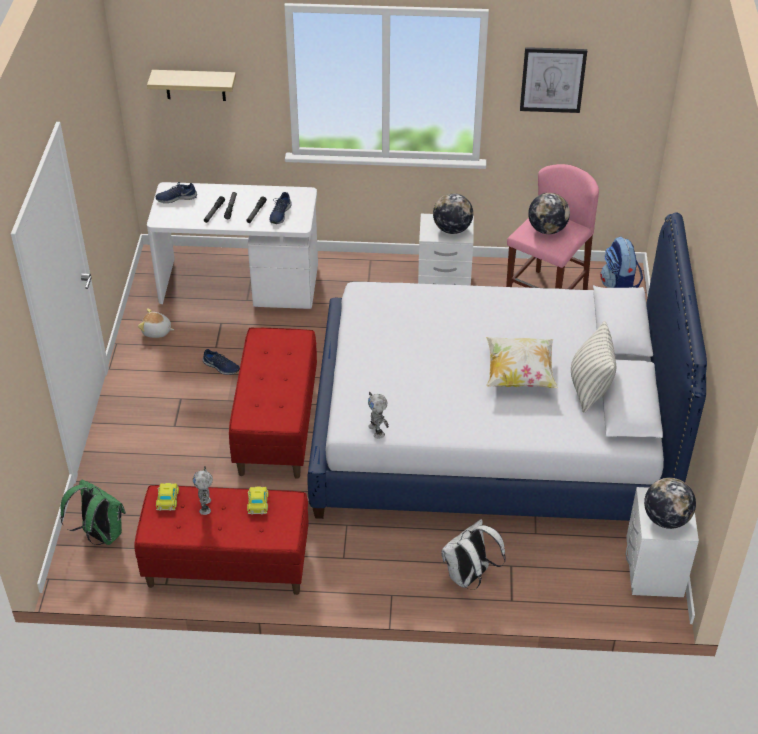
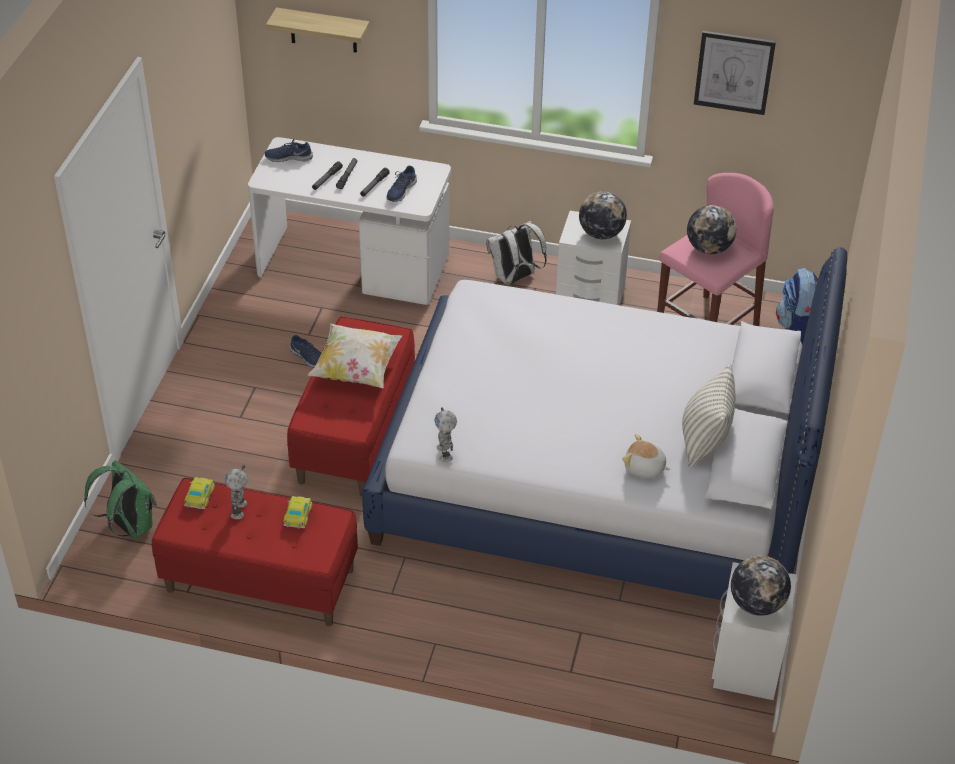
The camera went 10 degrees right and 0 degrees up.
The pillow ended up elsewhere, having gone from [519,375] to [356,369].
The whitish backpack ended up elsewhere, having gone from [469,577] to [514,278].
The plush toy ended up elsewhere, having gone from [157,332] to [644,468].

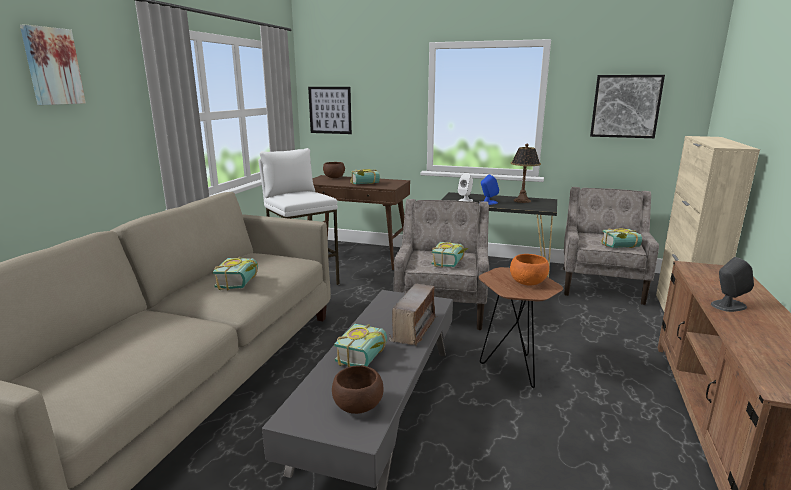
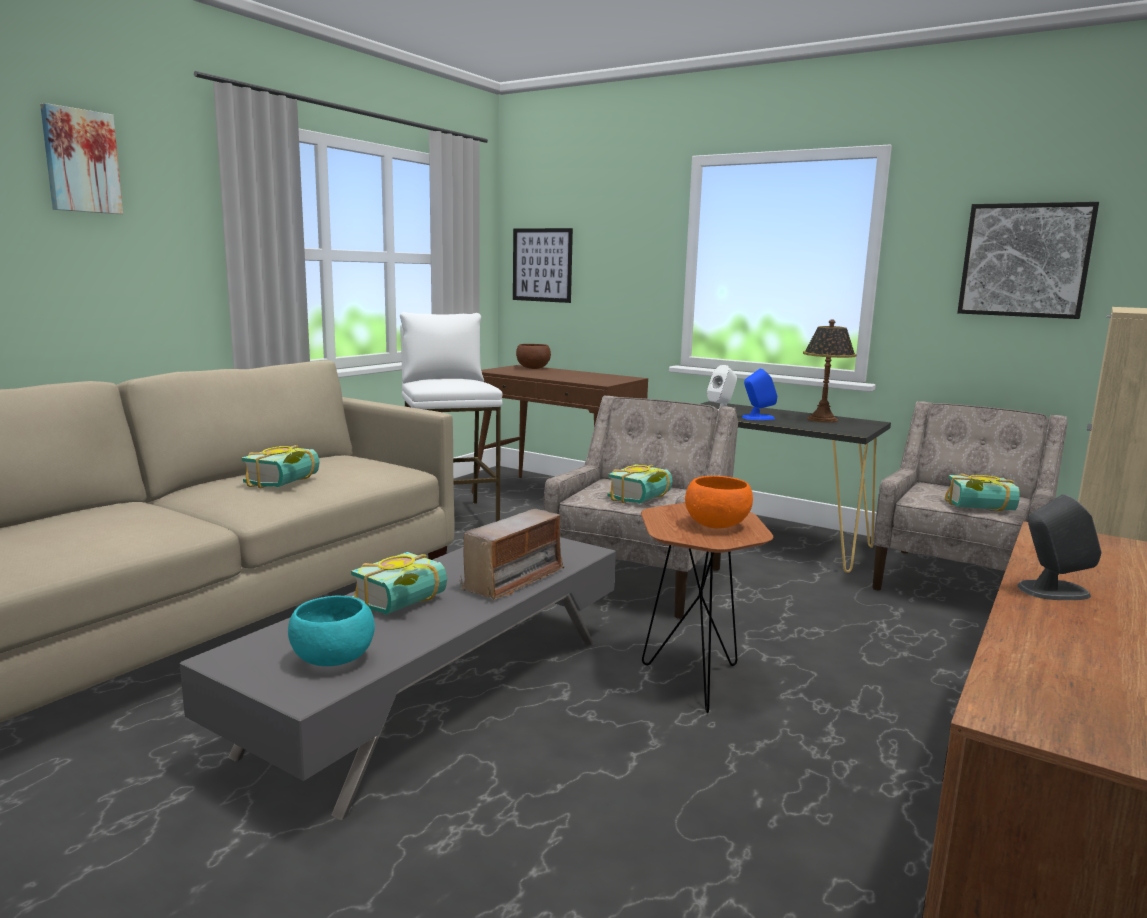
The camera went 15 degrees right and 5 degrees down.
What was the brown deep dish at [358,406] turned into the turquoise deep dish at [333,660].
The second view lost the volume at [365,184].

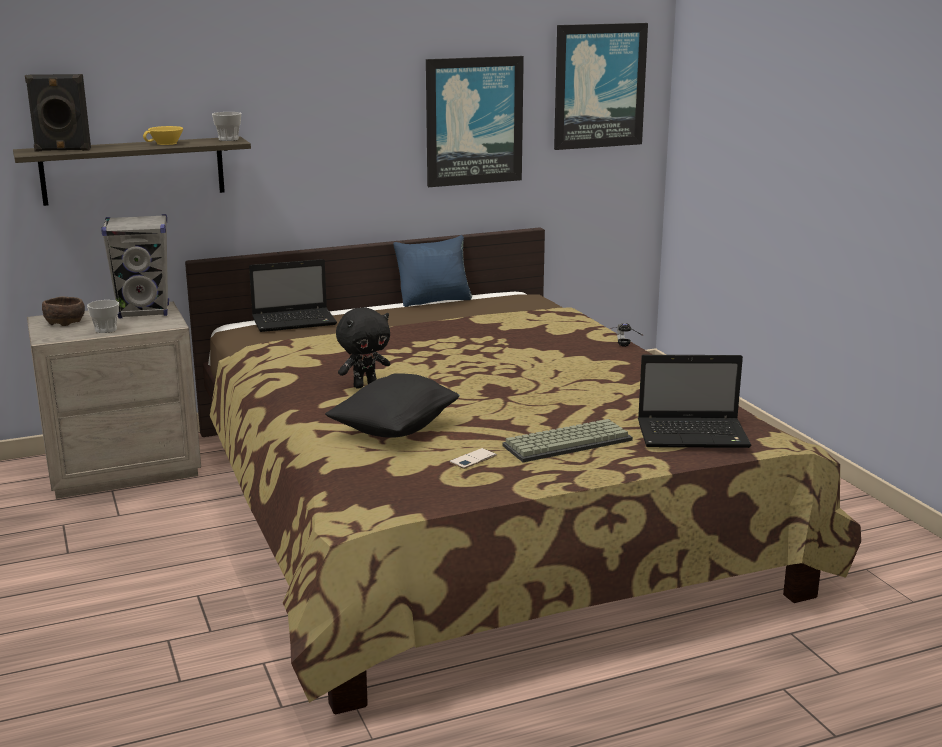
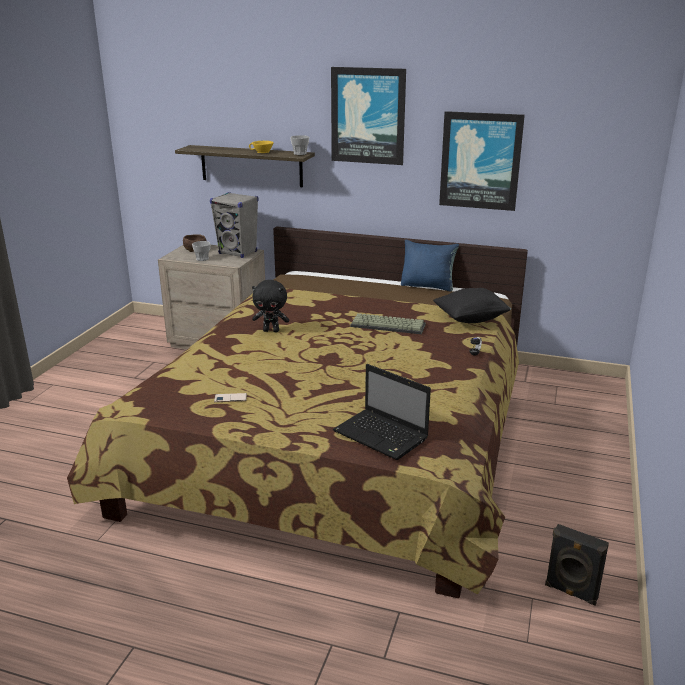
The camera went 40 degrees right and 5 degrees up.
The wall art ended up elsewhere, having gone from [599,86] to [368,116].
The PC keyboard ended up elsewhere, having gone from [567,442] to [389,325].
The black-coloured pillow ended up elsewhere, having gone from [395,430] to [471,319].
The black-coloured speaker ended up elsewhere, having gone from [62,150] to [570,592].
The second view lost the laptop at [296,321].

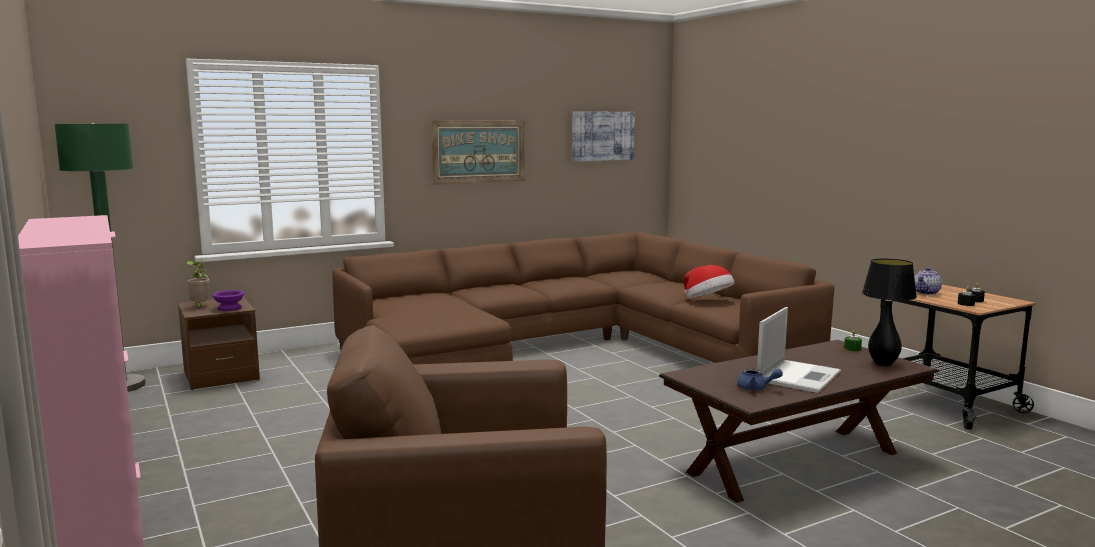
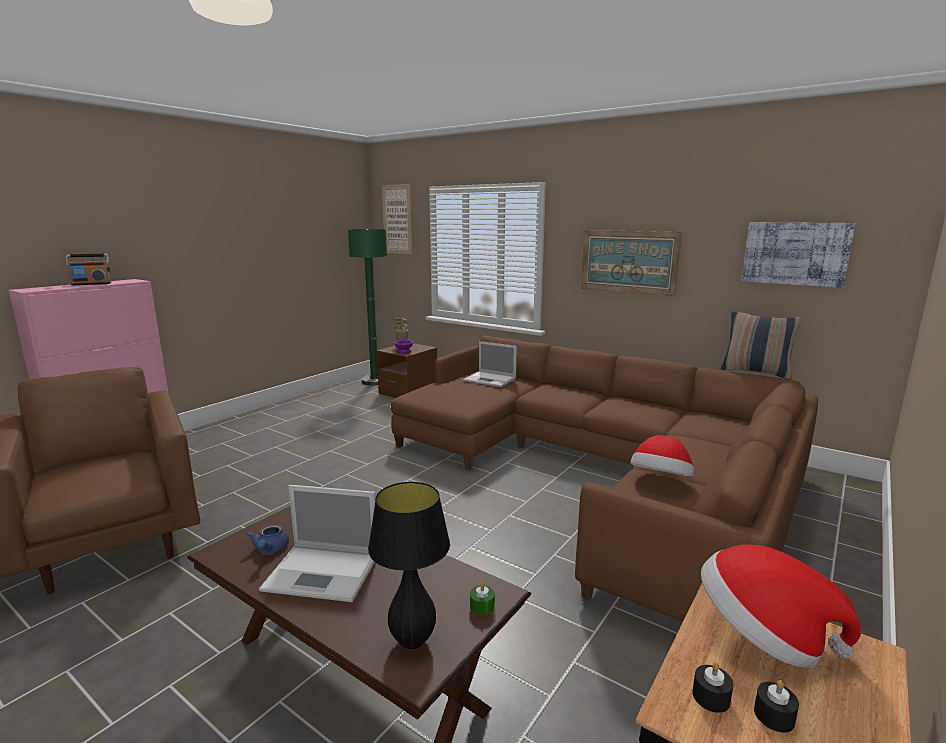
The camera went 65 degrees right and 5 degrees up.
The second view gained the radio at [91,284].
The second view gained the wall art at [397,219].
The second view gained the laptop at [490,379].
Where the teapot stood at [926,293], the clothing hat came to stand at [763,637].
The second view gained the pillow at [756,372].

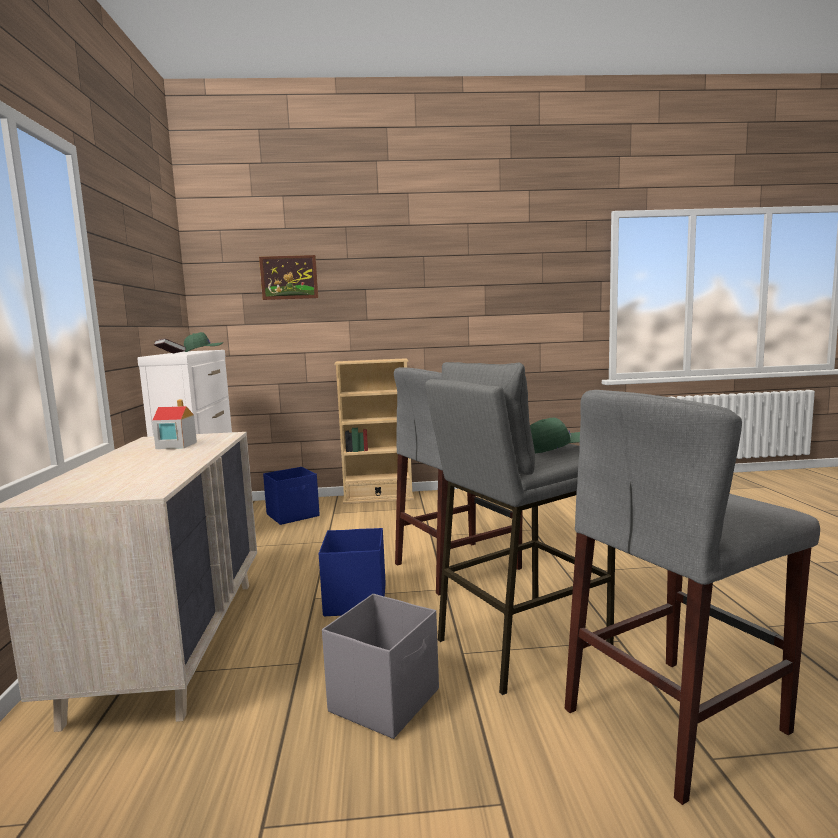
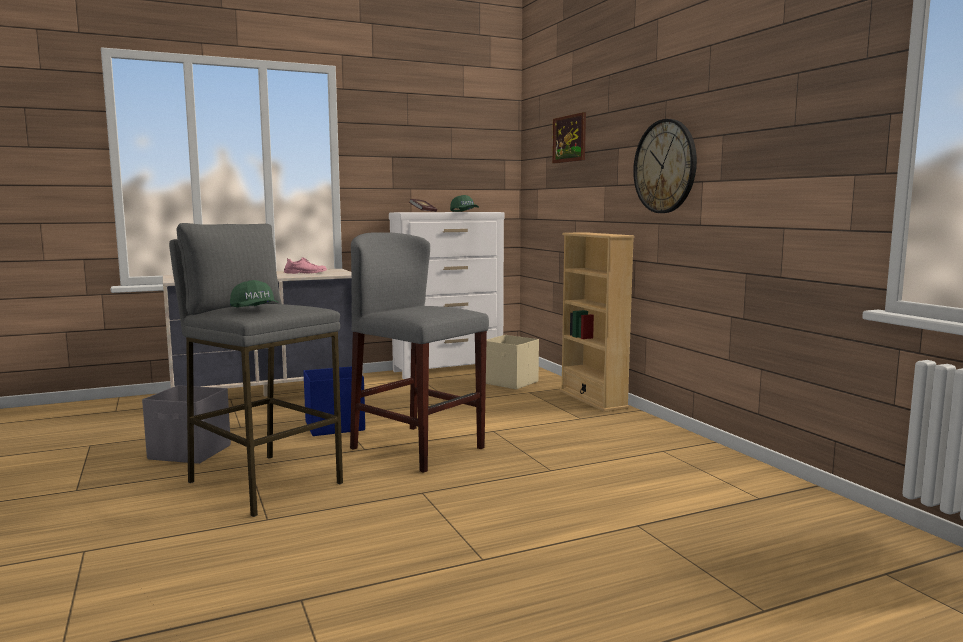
The camera went 70 degrees right and 0 degrees up.
Where the miniature house stood at [176,445], the pink shoe came to stand at [305,273].
What was the blue storage bin at [293,515] turned into the beige storage bin at [511,382].
The second view gained the hanging clock at [665,166].
The second view lost the grey stool seat at [676,720].

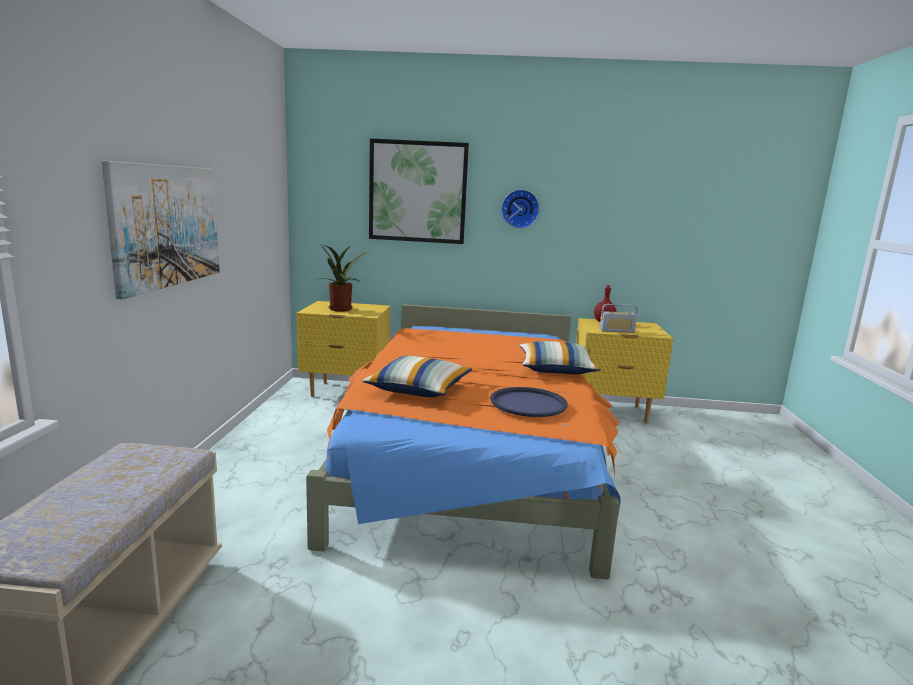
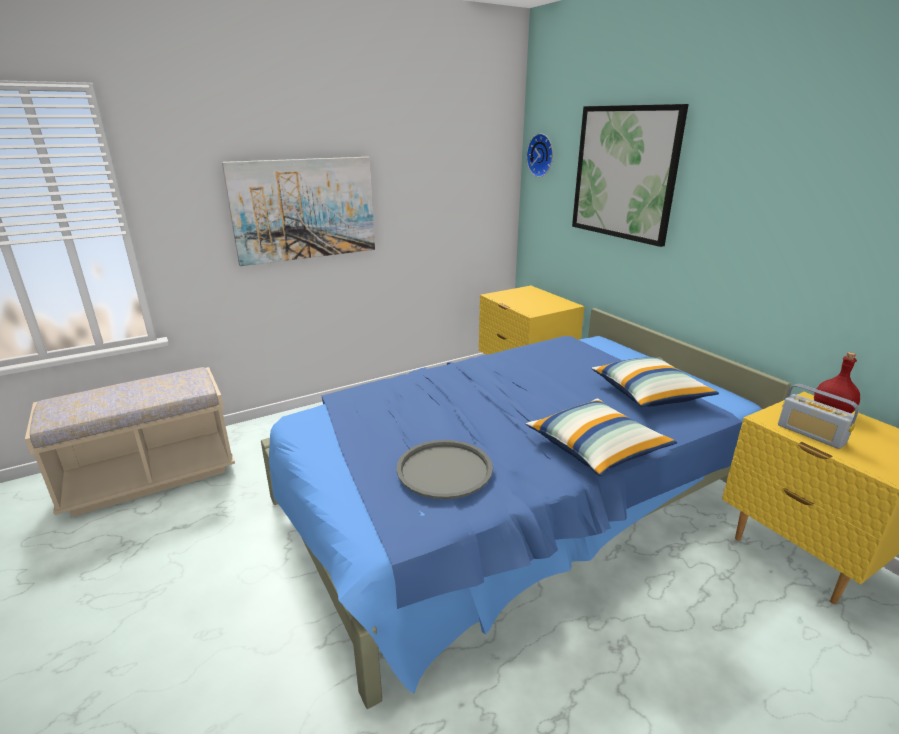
The camera went 55 degrees right and 10 degrees up.
What was the orange sleeping bed at [472,454] turned into the blue sleeping bed at [511,499].
What was the blue serving tray at [528,403] turned into the grey serving tray at [444,470].
The hanging clock ended up elsewhere, having gone from [520,209] to [542,155].
The pillow ended up elsewhere, having gone from [419,390] to [649,394].
The second view lost the houseplant at [341,310].

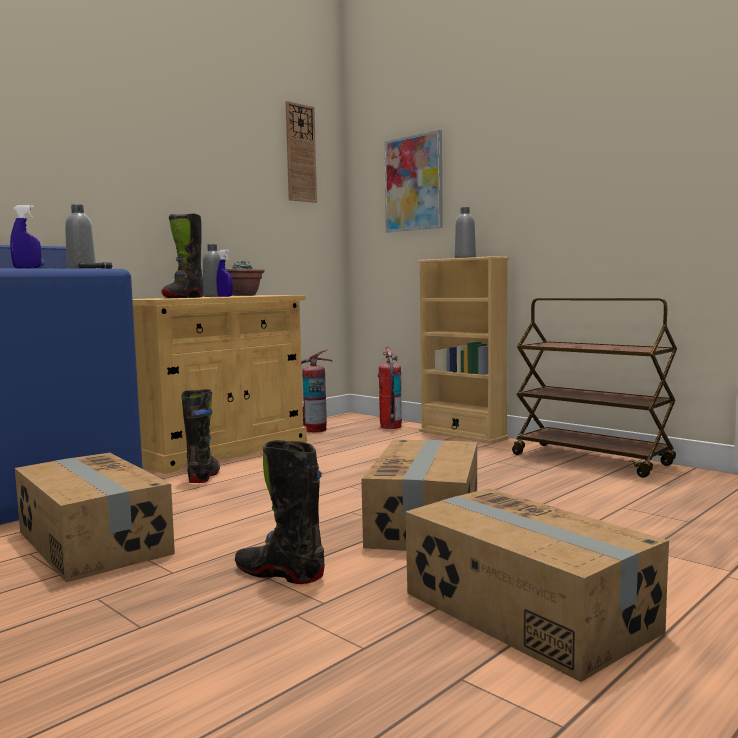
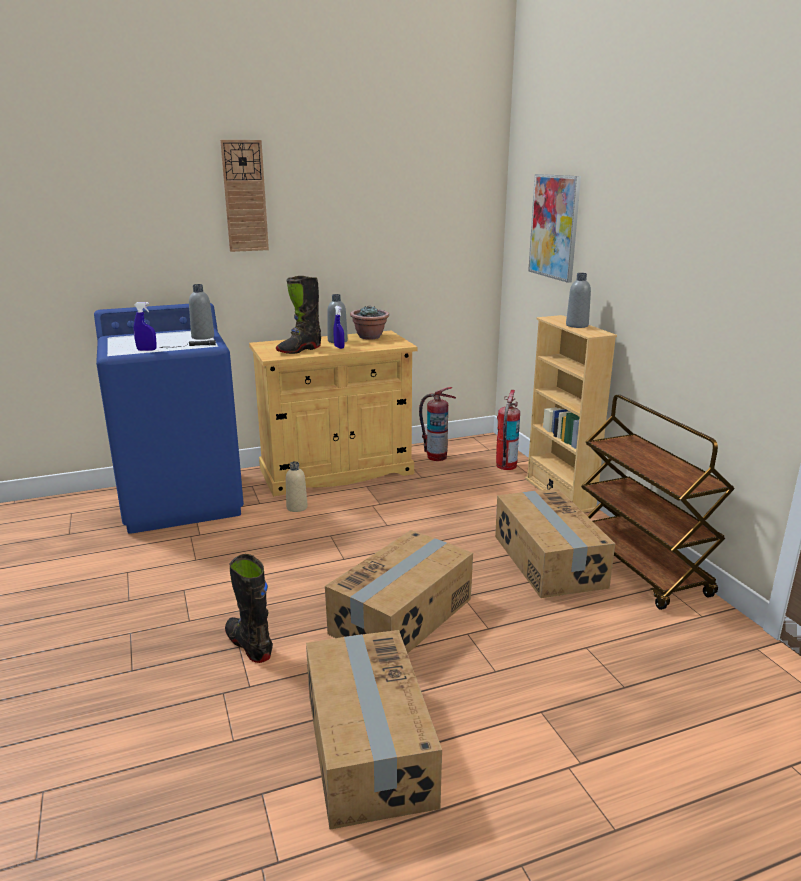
The camera went 25 degrees right and 15 degrees up.
The hanging clock ended up elsewhere, having gone from [300,153] to [245,196].
Where the black-coloured boot stood at [204,476], the beige bottle came to stand at [297,507].
The cardboard box ended up elsewhere, having gone from [92,543] to [547,561].

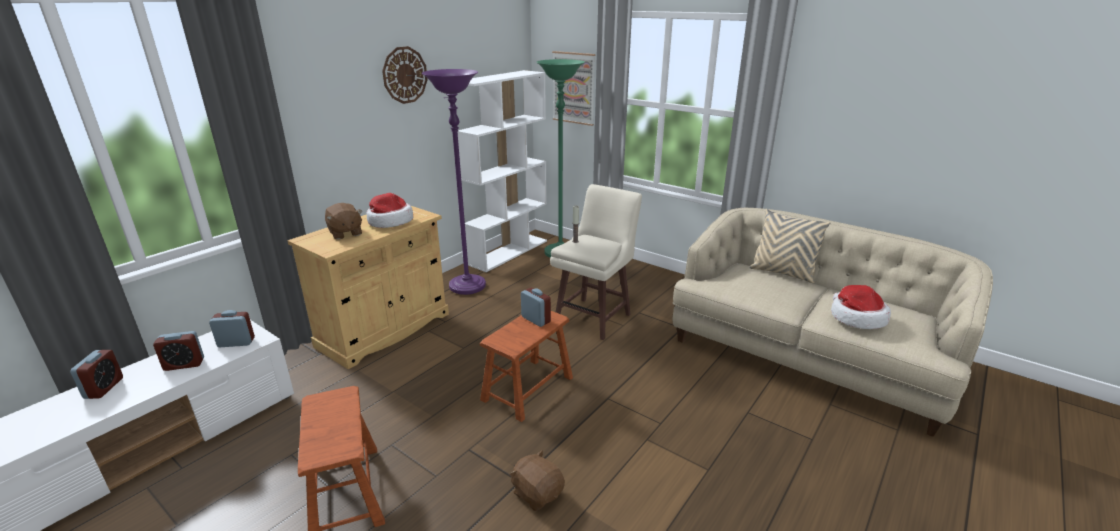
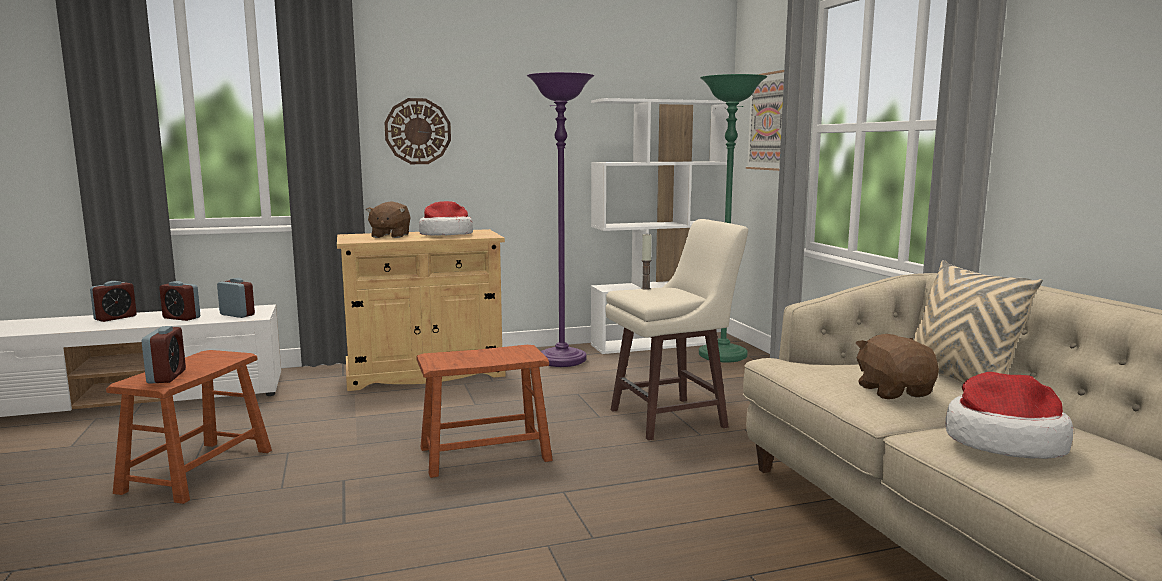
The camera went 35 degrees right and 15 degrees down.
The table clock ended up elsewhere, having gone from [536,319] to [166,377].
The hanging clock ended up elsewhere, having gone from [404,75] to [418,131].
The brown plush toy ended up elsewhere, having gone from [537,493] to [894,391].

